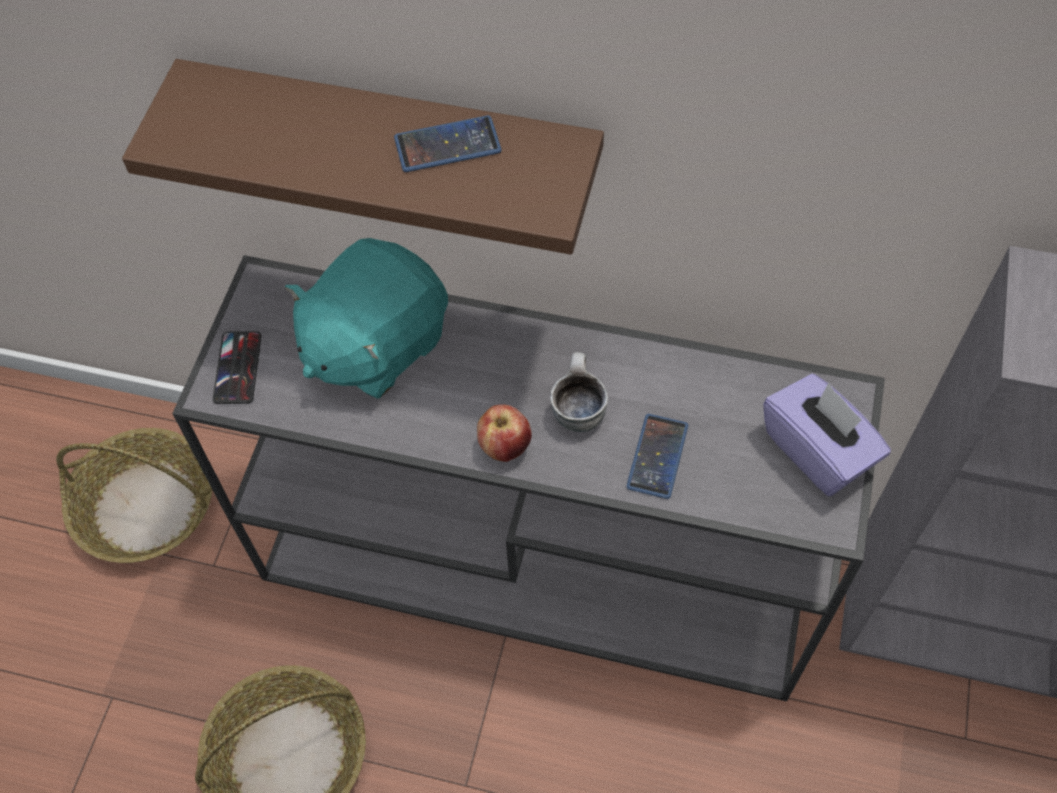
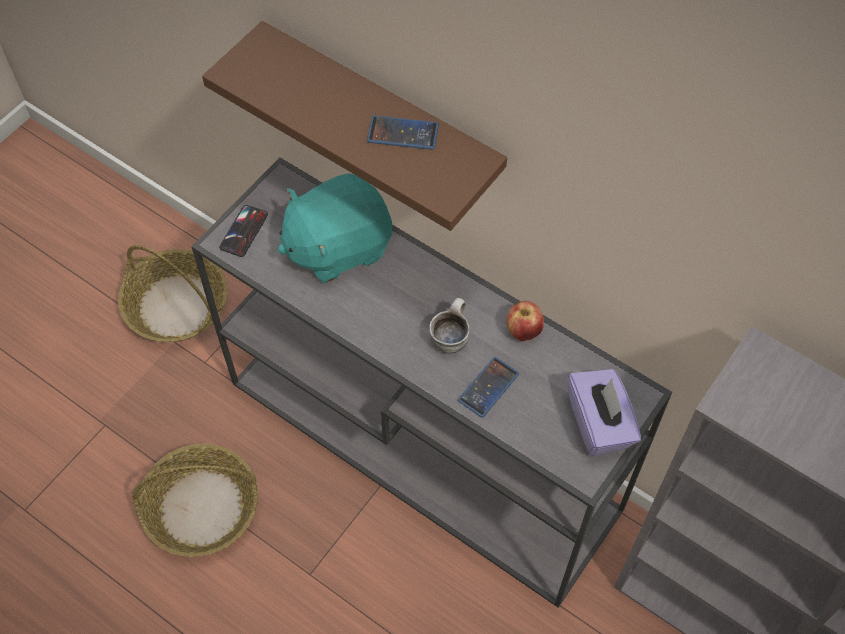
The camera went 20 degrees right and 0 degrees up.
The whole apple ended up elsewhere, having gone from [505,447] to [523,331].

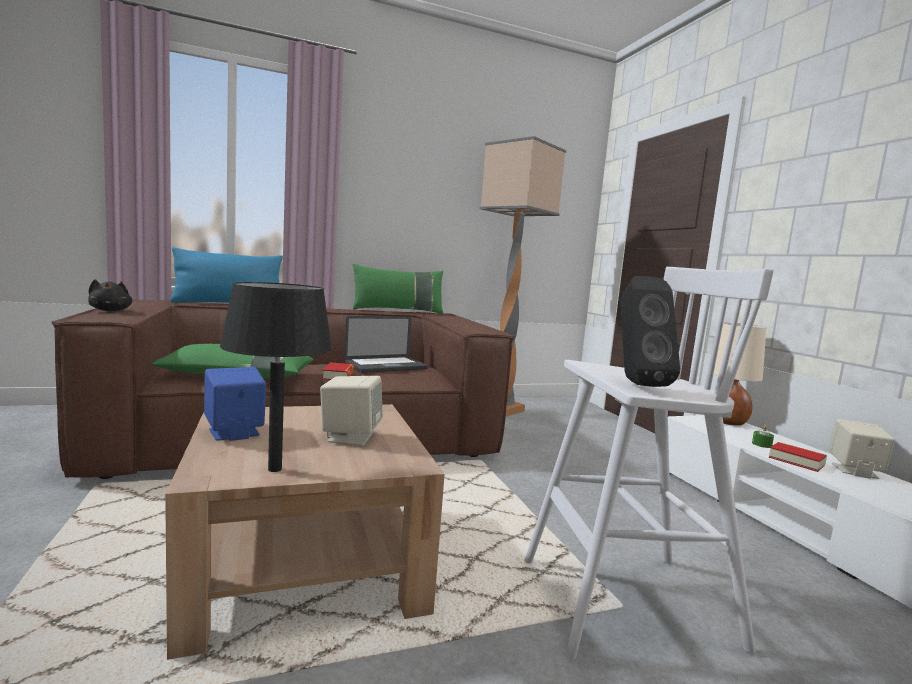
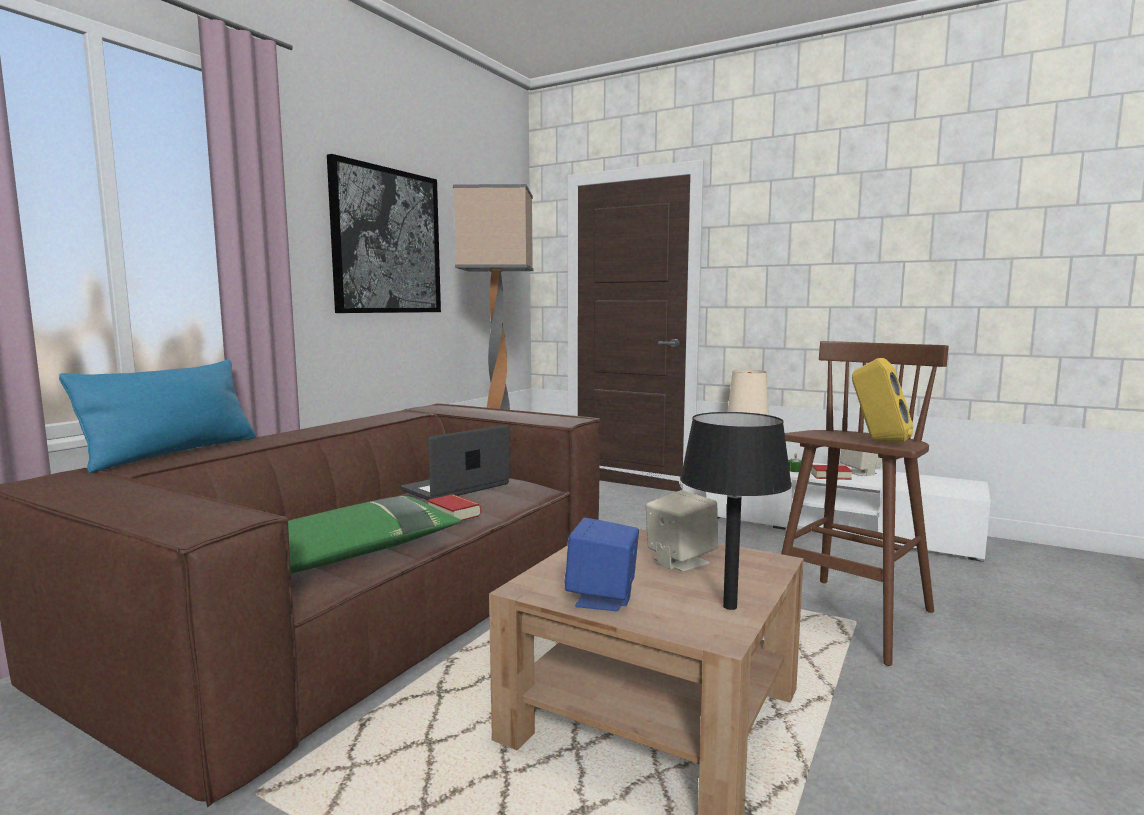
The camera went 40 degrees left and 0 degrees up.
The second view gained the wall art at [387,241].
The laptop at [386,366] ended up facing another way, 150 degrees counterclockwise from before.
What was the whitish stool seat at [622,602] turned into the brown stool seat at [850,619].
What was the black-coloured speaker at [636,383] turned into the yellow-coloured speaker at [878,441].
The second view lost the black-coloured plush toy at [111,311].
The second view lost the greenish pillow at [398,311].

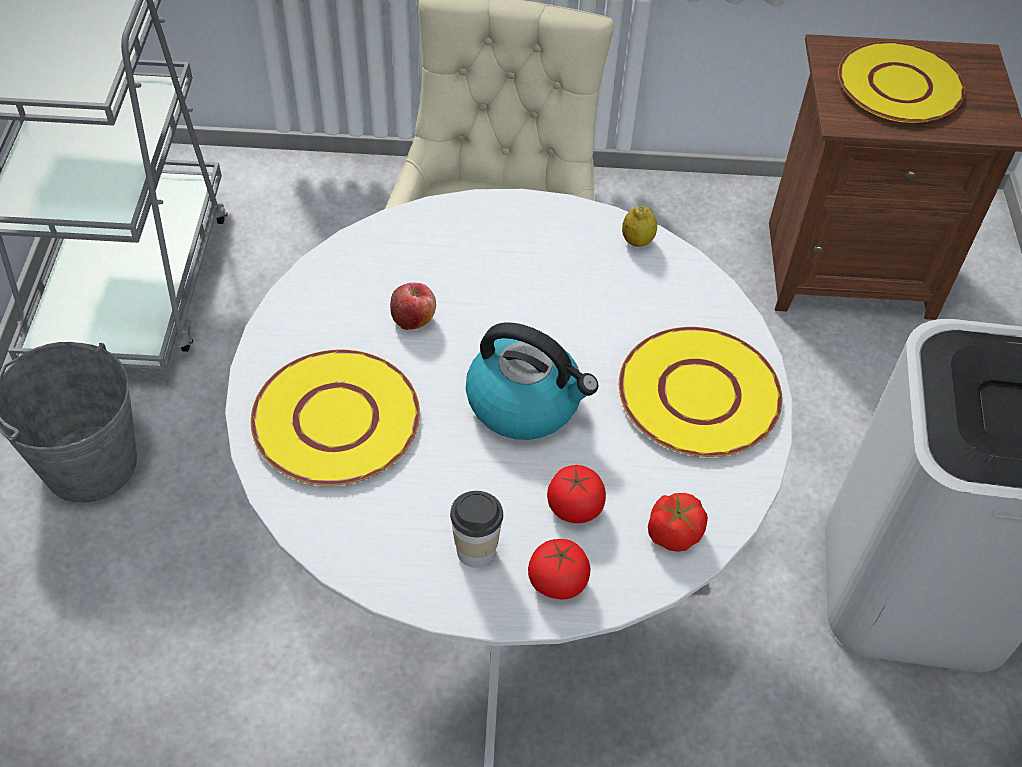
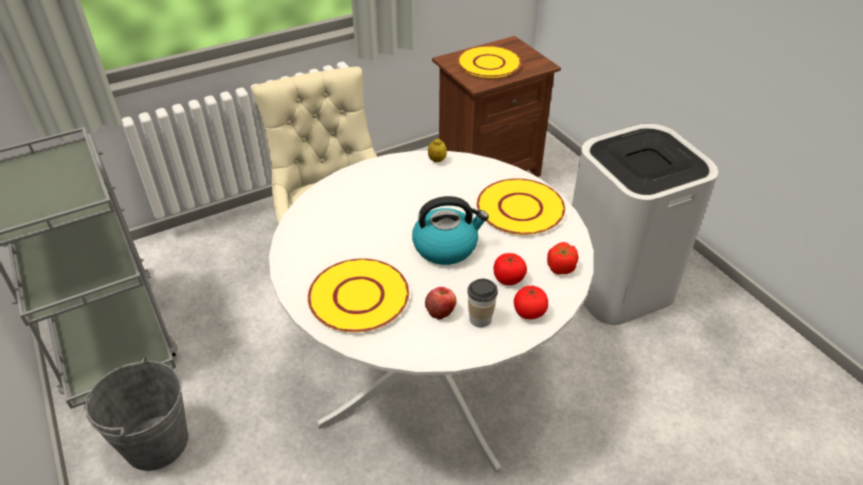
The camera went 30 degrees left and 10 degrees down.
The whole apple ended up elsewhere, having gone from [413,319] to [440,311].

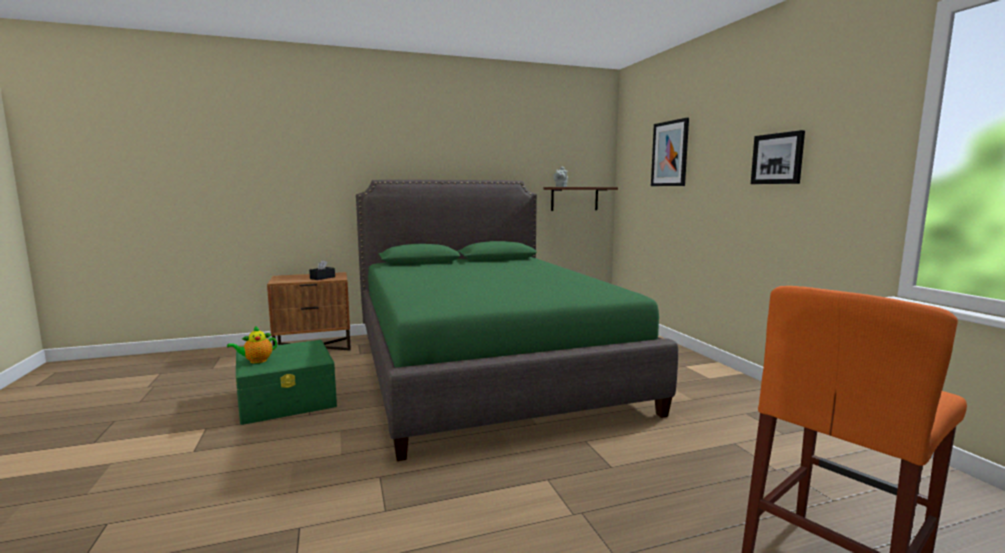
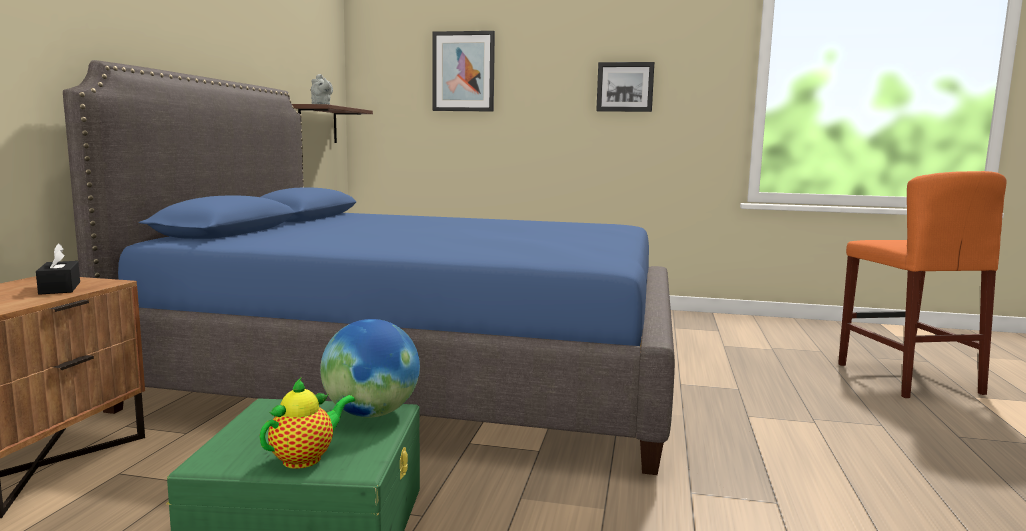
The camera went 60 degrees left and 0 degrees up.
What was the greenish sleeping bed at [486,368] turned into the blue sleeping bed at [423,374].
The teapot at [256,361] ended up facing another way, 135 degrees counterclockwise from before.
The second view gained the globe at [371,413].

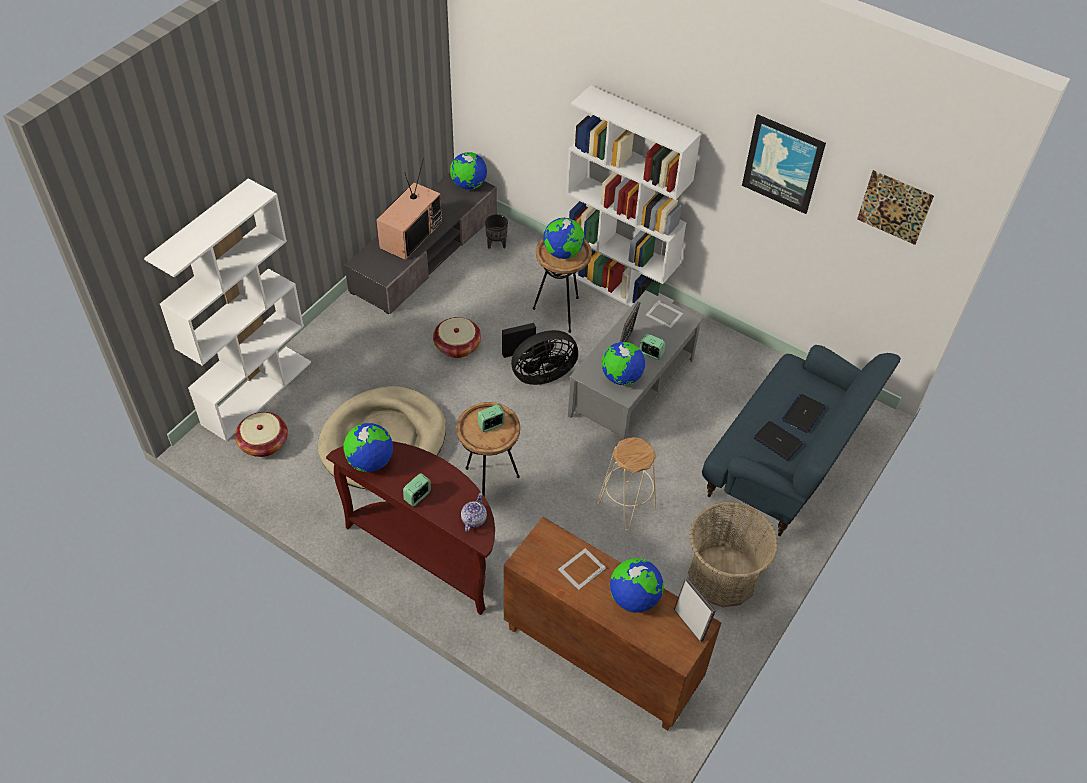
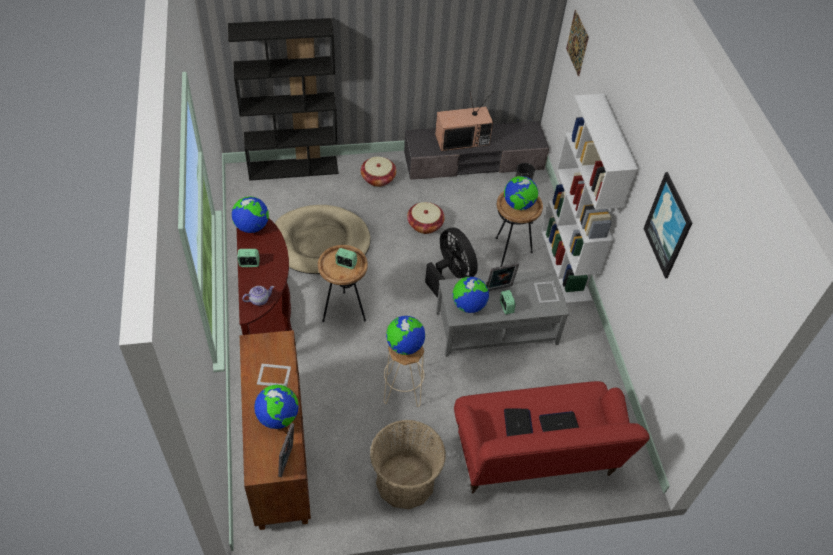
The camera went 45 degrees right and 0 degrees up.
What was the whitish bookshelf at [257,392] turned into the black-coloured bookshelf at [293,168].
The storage basket ended up elsewhere, having gone from [264,443] to [378,178].
The globe ended up elsewhere, having gone from [468,185] to [404,346].
The black-coloured fan at [538,373] ended up facing another way, 150 degrees counterclockwise from before.
What was the blue sofa at [784,464] turned into the reddish sofa at [534,455].
The wall art ended up elsewhere, having gone from [894,207] to [577,43].

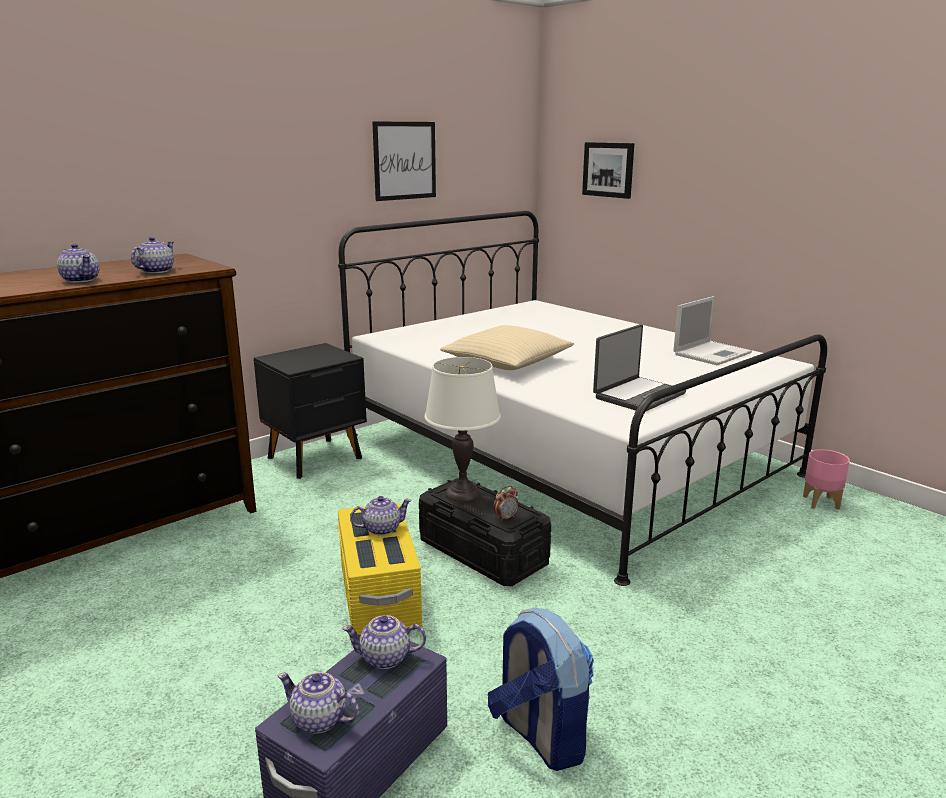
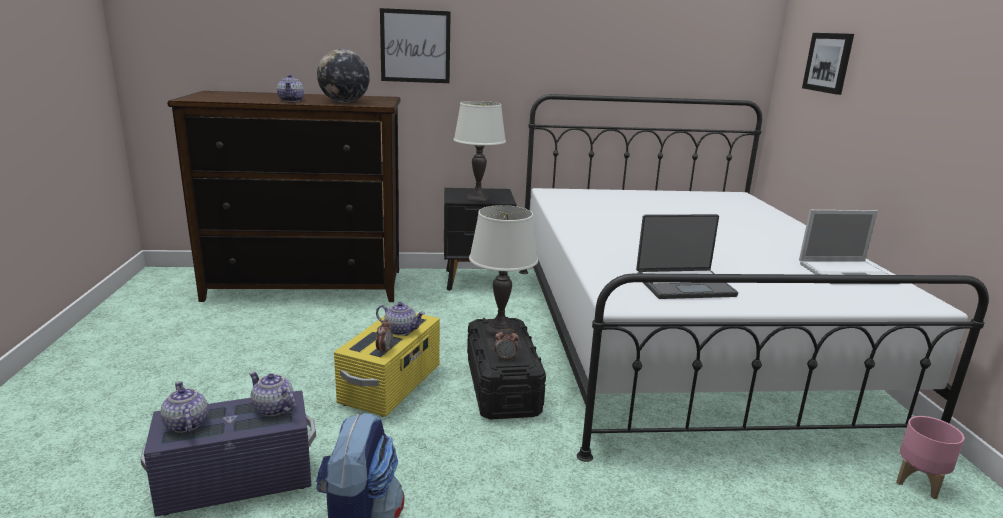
The camera went 35 degrees right and 0 degrees up.
Where the teapot stood at [155,271], the globe came to stand at [344,102].
The second view gained the table clock at [384,350].
The wall art ended up elsewhere, having gone from [404,160] to [415,46].
The second view gained the whitish tabletop lamp at [478,198].
The second view lost the beige pillow at [506,361].

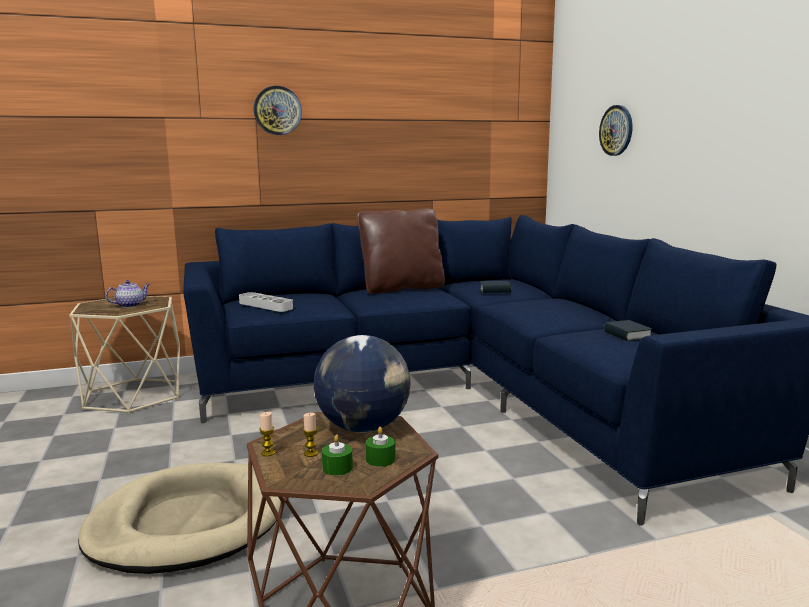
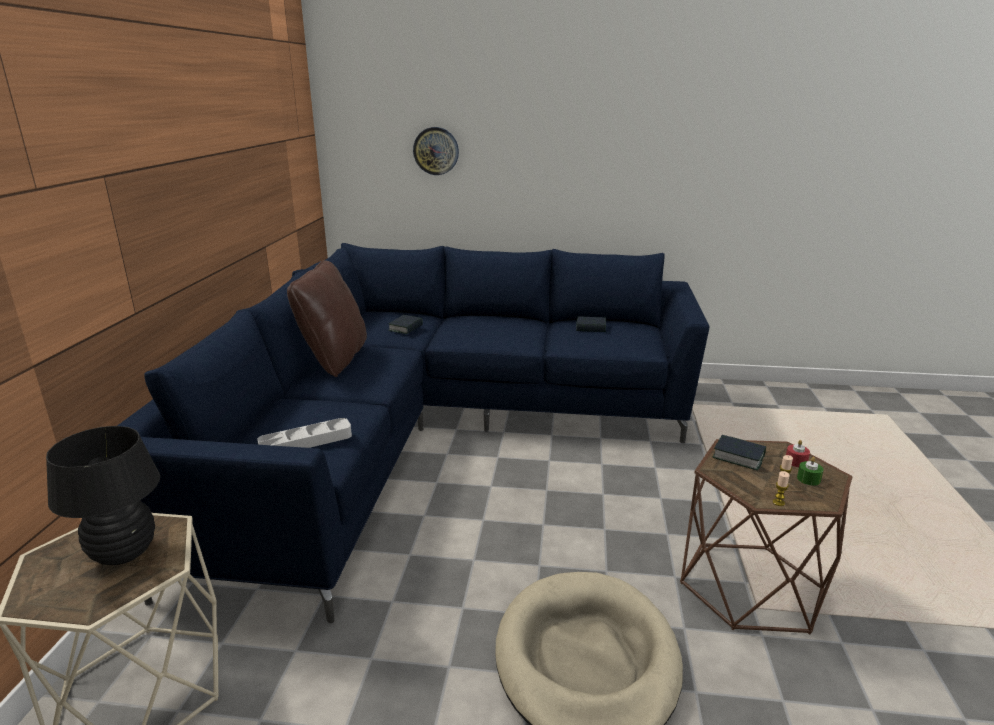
The camera went 65 degrees left and 10 degrees up.
Where the teapot stood at [130,305], the black-coloured tabletop lamp came to stand at [123,553].
Where the globe stood at [364,428], the volume came to stand at [738,456].
What was the greenish wax light at [380,459] turned into the reddish wax light at [796,461].
The second view lost the hanging clock at [277,110].

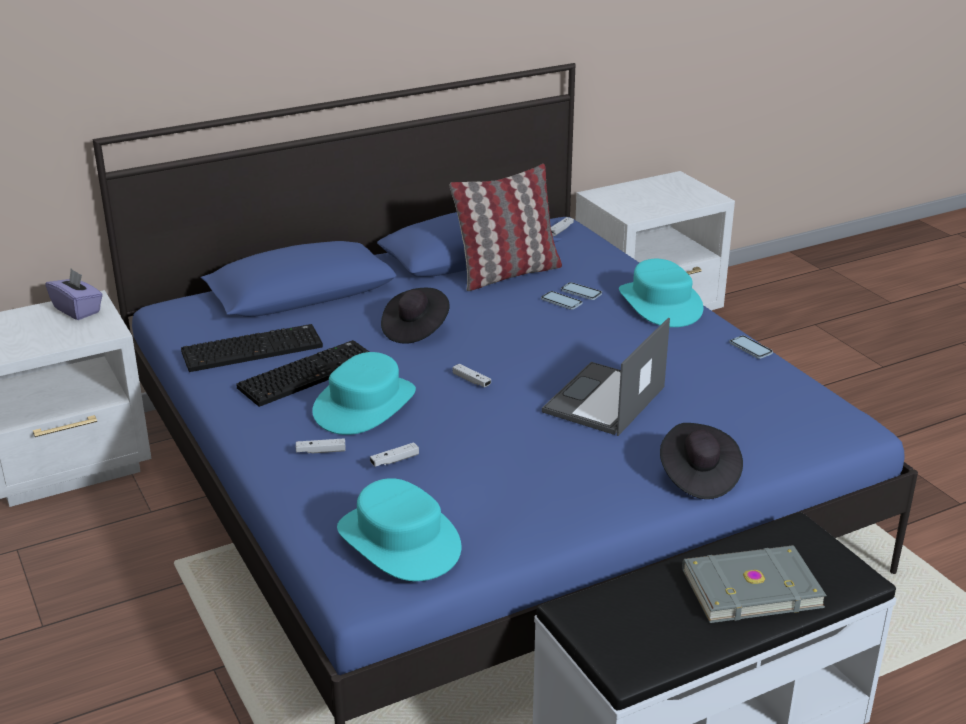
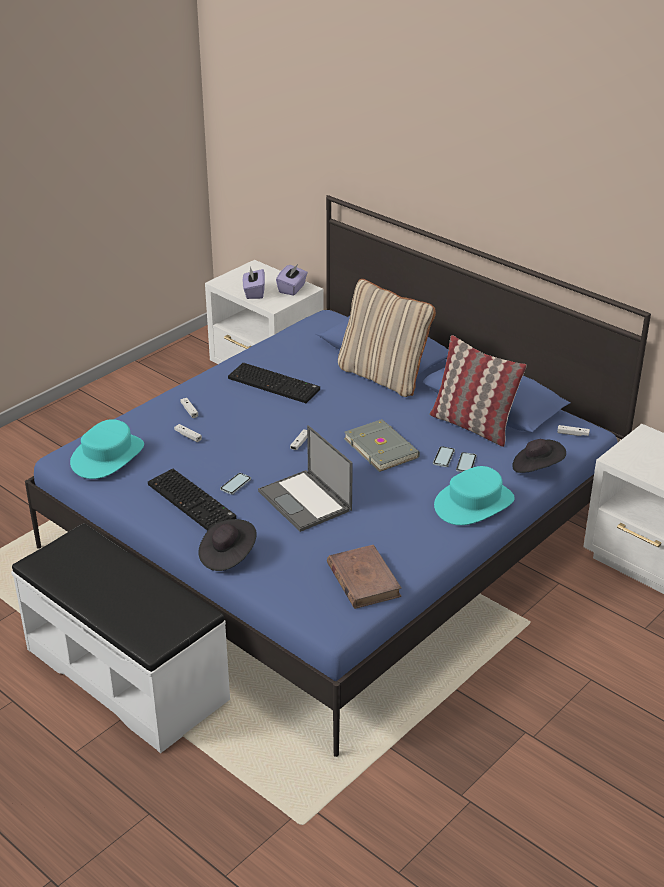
The camera went 70 degrees right and 5 degrees up.
The PC keyboard ended up elsewhere, having gone from [253,349] to [193,501].
The phone ended up elsewhere, having gone from [750,348] to [235,484].
The second view gained the purple box of tissues at [254,293].
The laptop at [604,400] ended up facing another way, 135 degrees counterclockwise from before.
The second view gained the brown volume at [363,580].
The second view gained the beige pillow at [383,376].
The grey volume ended up elsewhere, having gone from [750,587] to [382,447].
The black-coloured clothing hat ended up elsewhere, having gone from [415,330] to [536,468].
The second view lost the turquoise clothing hat at [365,405].

